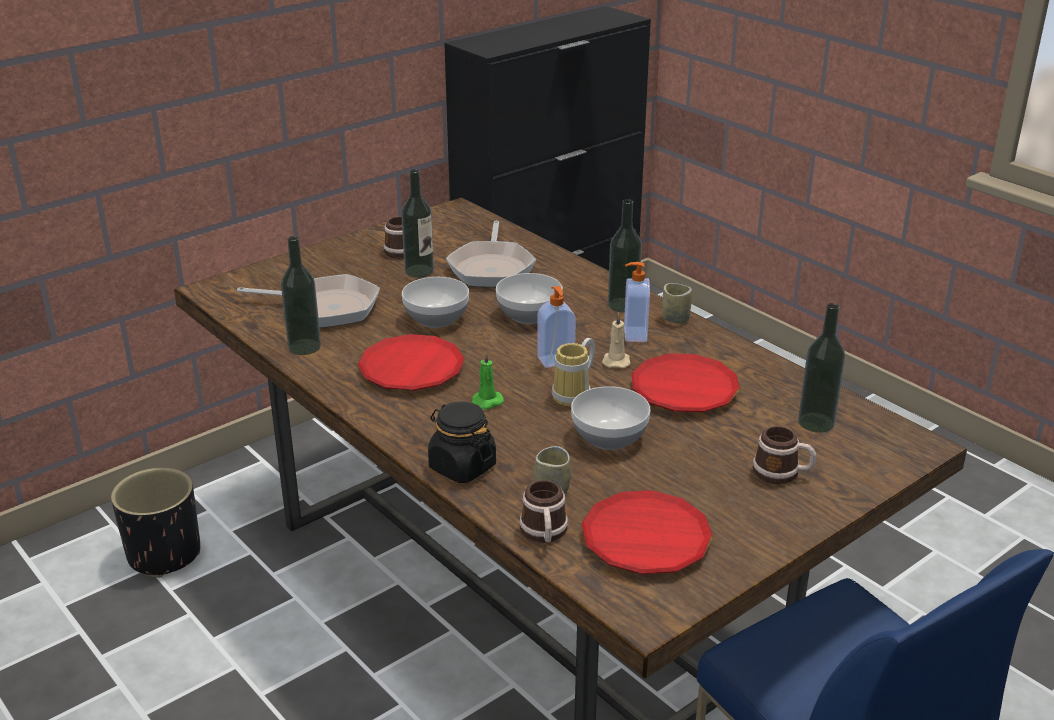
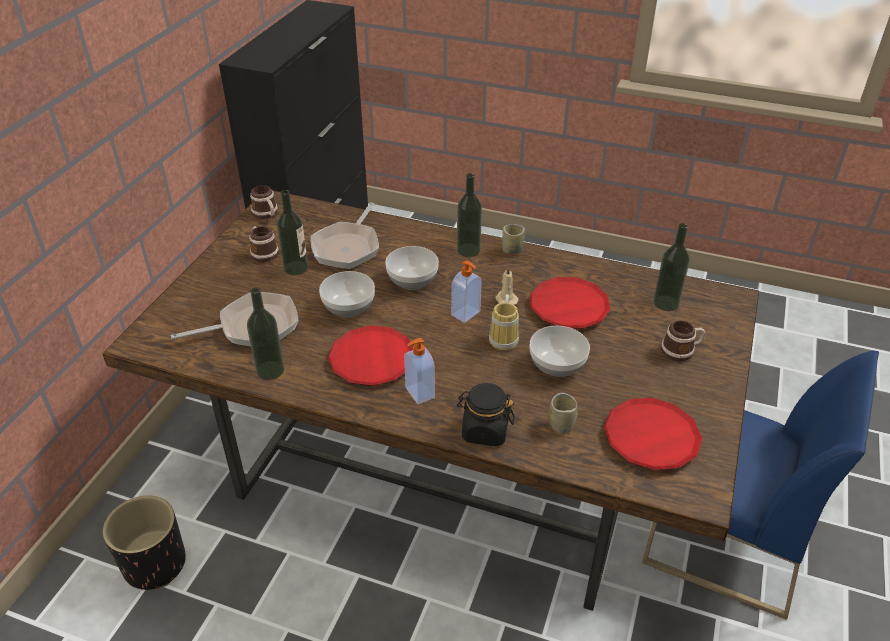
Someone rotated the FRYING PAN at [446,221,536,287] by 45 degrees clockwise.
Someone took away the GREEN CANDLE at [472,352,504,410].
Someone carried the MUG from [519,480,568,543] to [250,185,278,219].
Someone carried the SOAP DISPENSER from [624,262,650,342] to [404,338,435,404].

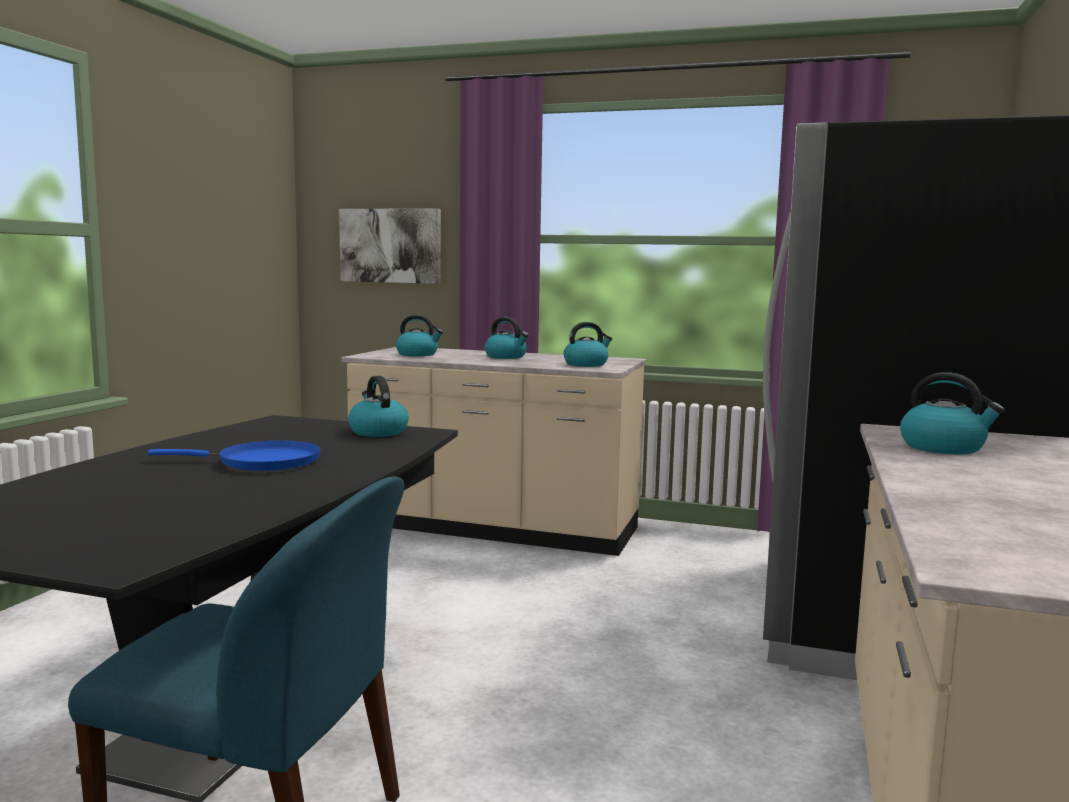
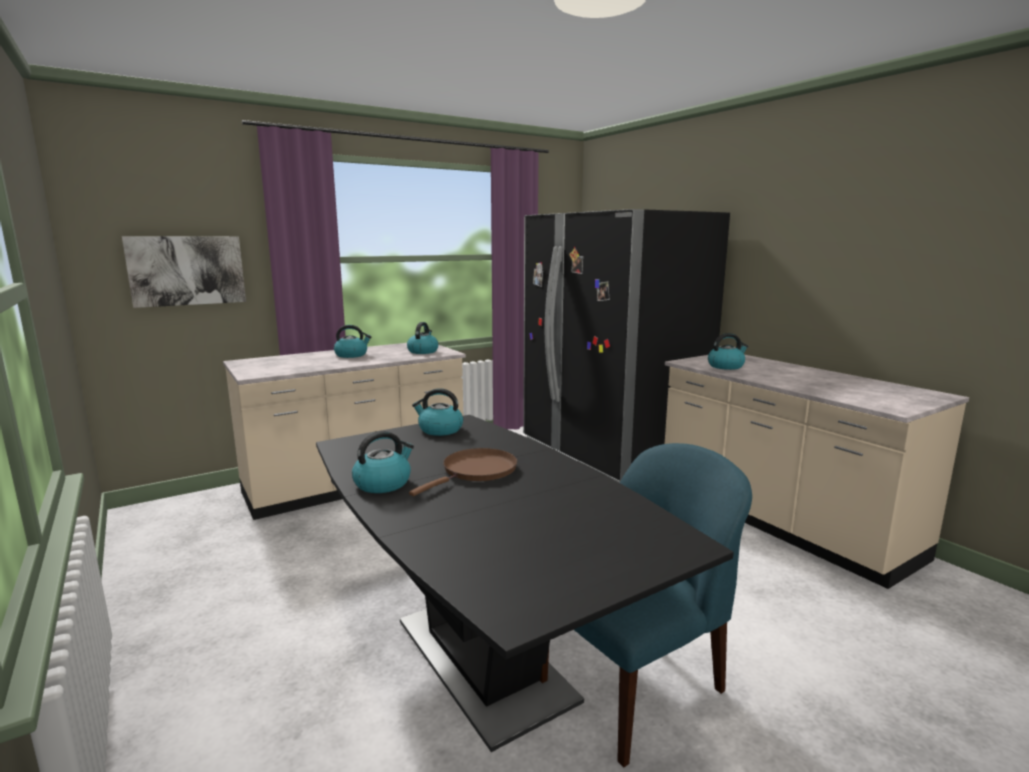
Someone repainted the BLUE FRYING PAN at [148,440,321,471], which became the BROWN FRYING PAN at [409,448,517,496].
Someone carried the KETTLE from [396,315,443,356] to [352,431,414,493].

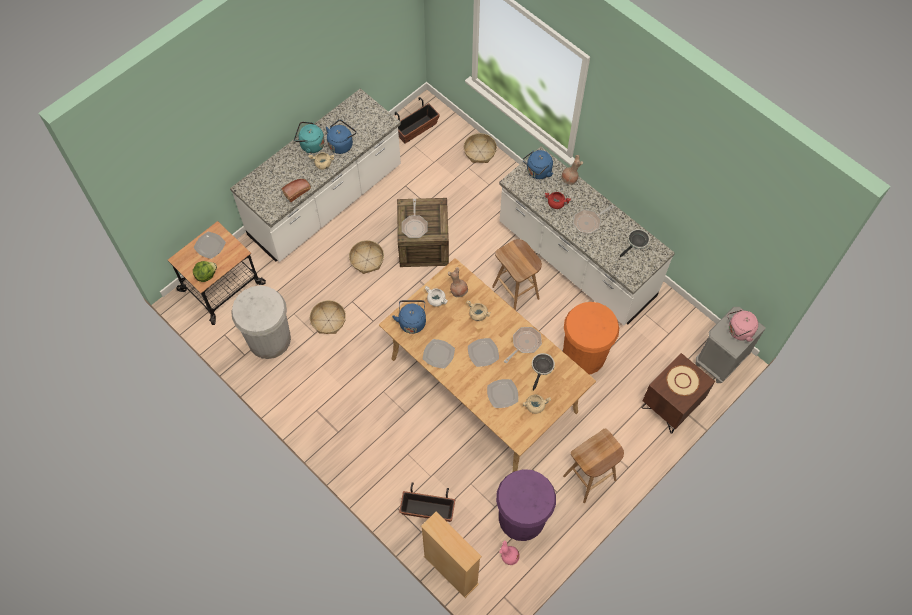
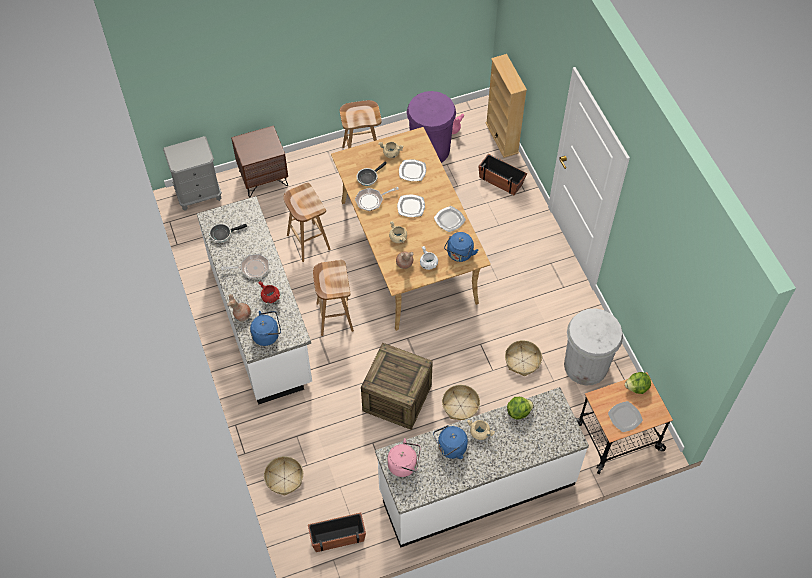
Someone swapped the BREAD at [282,179,311,202] for the LETTUCE at [507,397,534,420].
Someone took away the TURQUOISE KETTLE at [294,122,325,153].
Someone took away the FRYING PAN at [402,199,428,238].
Someone swapped the ORANGE TRASH CAN at [563,302,619,374] for the BROWN STOOL at [283,183,331,262].
Someone took away the BEIGE PLATE at [666,365,700,396].
Someone carried the PINK KETTLE from [728,309,758,342] to [387,438,420,477].

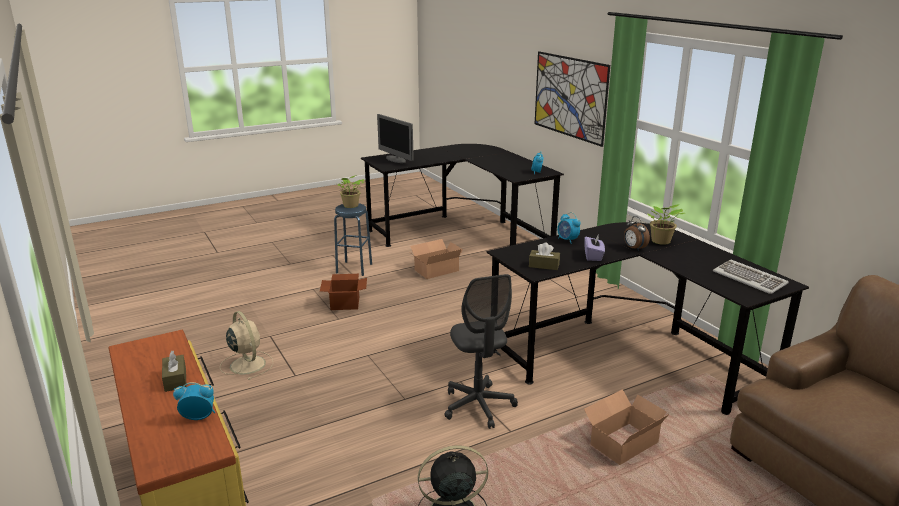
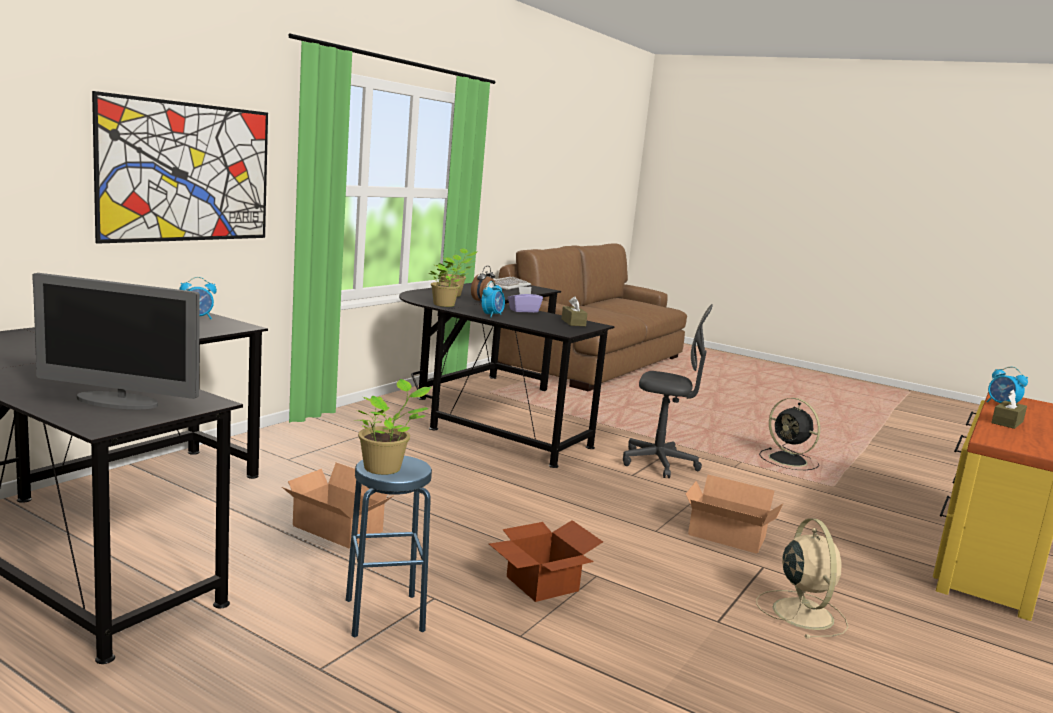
Someone rotated the BEIGE FAN at [220,311,273,380] by 150 degrees clockwise.
Someone rotated the MONITOR at [377,114,414,163] by 75 degrees clockwise.
Someone rotated the GREY OFFICE CHAIR at [444,274,518,429] by 60 degrees clockwise.
Someone carried the CARDBOARD BOX from [584,389,669,465] to [686,475,784,554].
Someone put down the POTTED PLANT at [429,255,472,307].

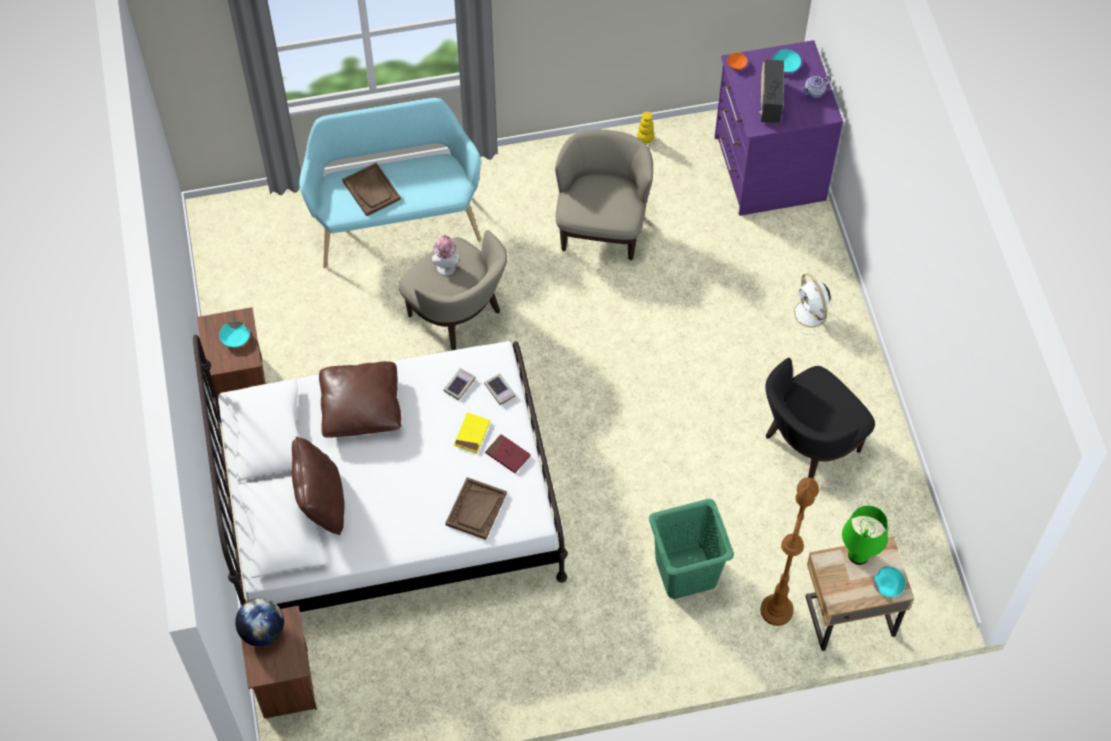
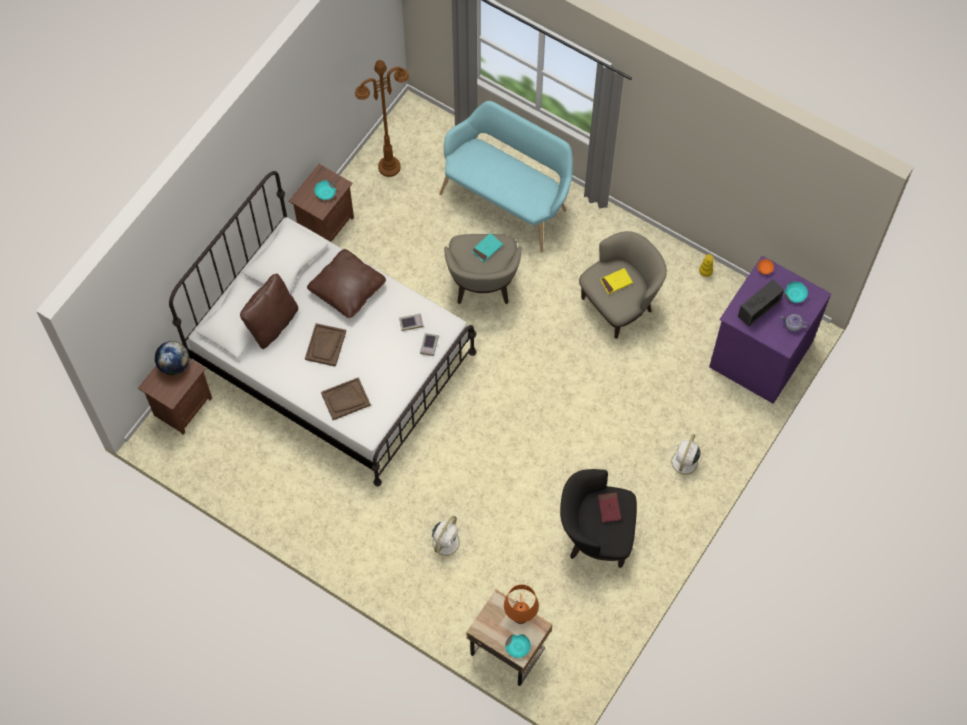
Someone carried the BROWN TRAY from [342,162,401,216] to [305,323,346,367].
Someone swapped the HAT at [432,235,459,275] for the TURQUOISE BOOK at [471,233,503,262].
Someone carried the YELLOW BOOK from [454,412,490,453] to [600,268,633,294].
Someone carried the RED BOOK from [485,434,531,473] to [598,492,621,522].
Someone swapped the GREEN LAUNDRY BASKET at [649,499,734,599] for the WHITE FAN at [428,516,466,562].
Someone carried the BROWN FLOOR LAMP from [760,477,819,626] to [355,60,409,177].
Someone repainted the GREEN TABLE LAMP at [842,506,888,565], which became the ORANGE TABLE LAMP at [504,584,539,624].

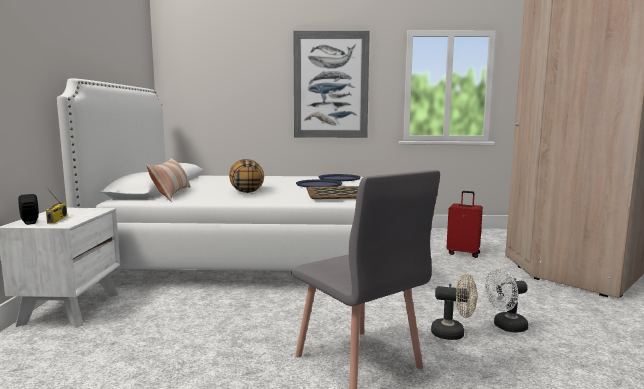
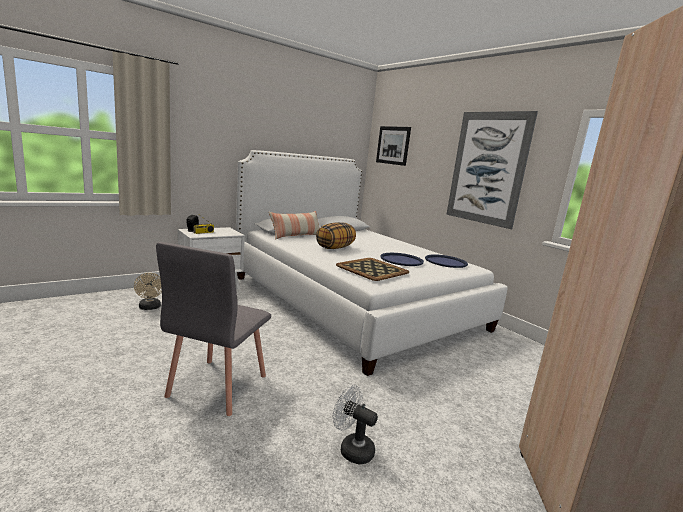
Someone carried the BEIGE FAN from [431,274,477,340] to [134,273,162,310].
Someone took away the RED SUITCASE at [446,191,483,258].
Someone put up the PICTURE at [376,126,411,166].

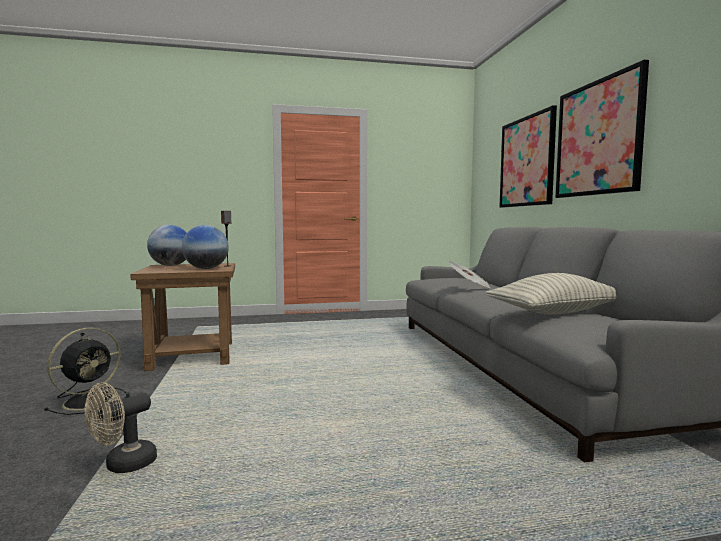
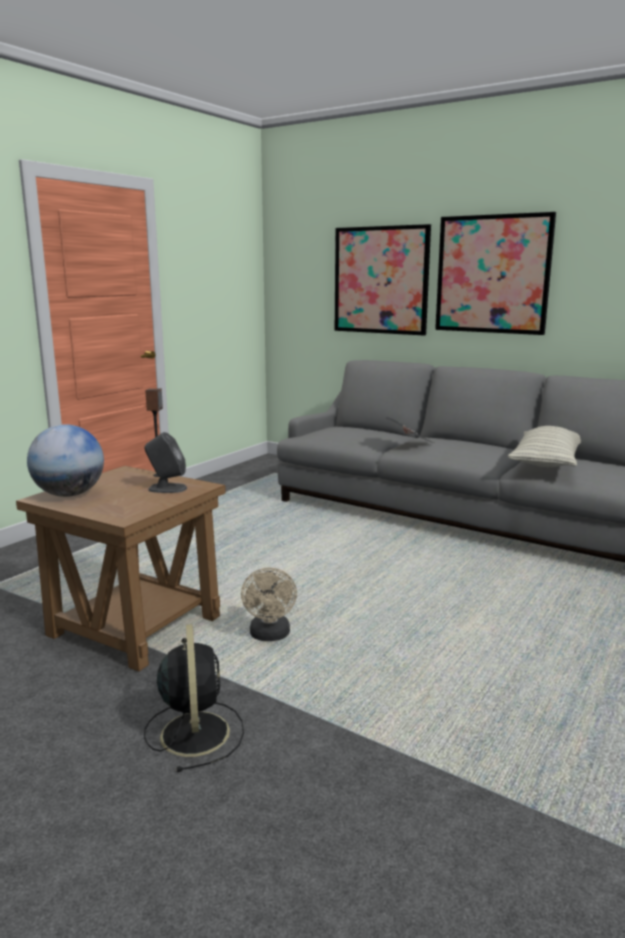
Someone carried the BEIGE FAN from [85,382,157,473] to [241,567,297,641].
Someone swapped the GLOBE at [182,225,229,269] for the GREY SPEAKER at [144,432,187,493].

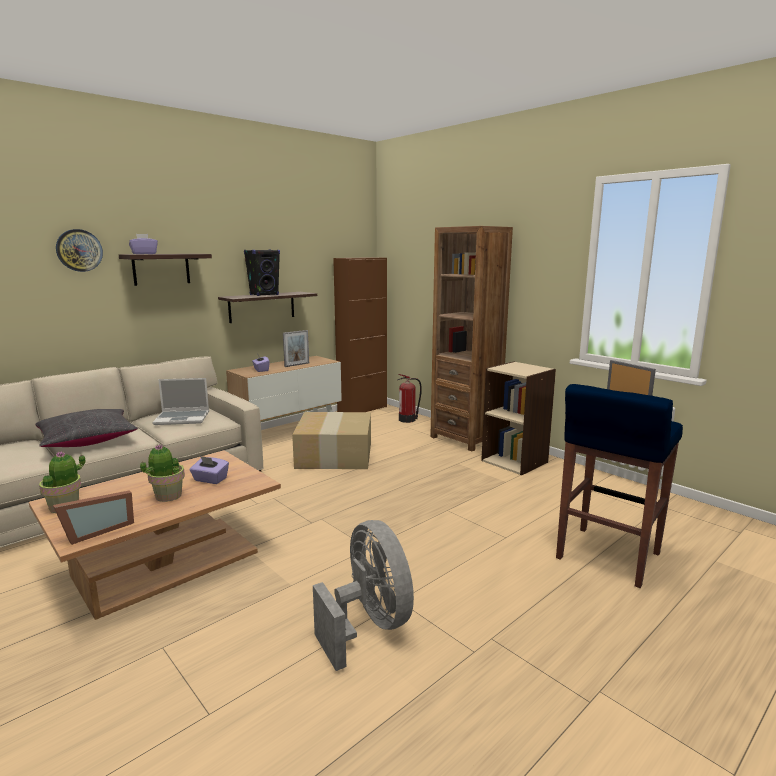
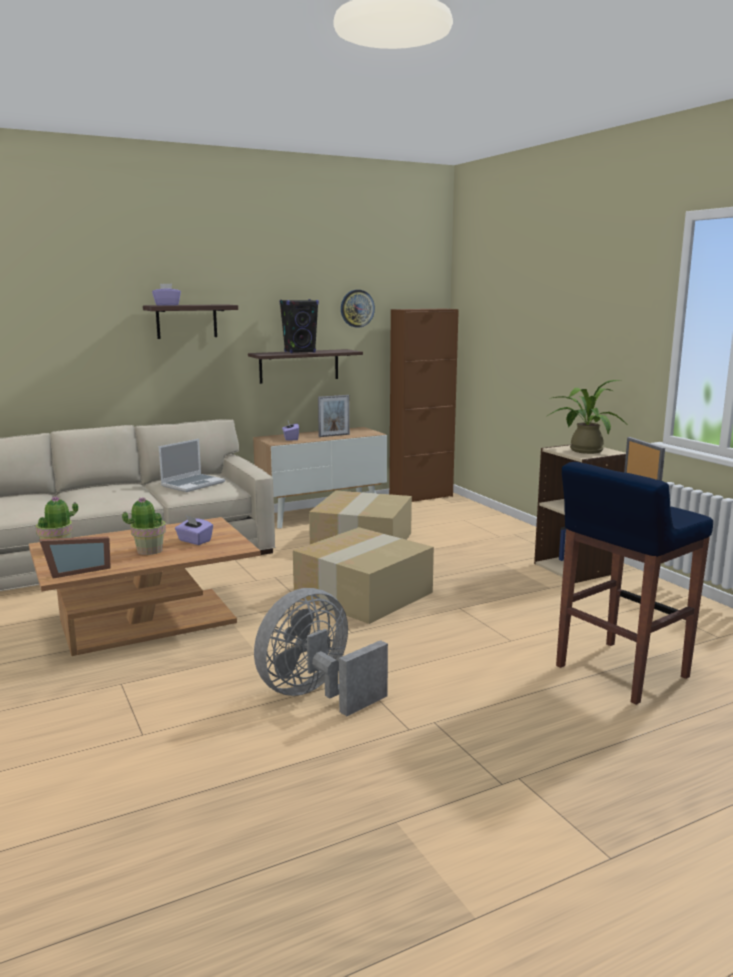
Someone took away the BLACK PILLOW at [35,409,138,447].
Someone carried the WALL CLOCK from [56,229,103,272] to [341,290,375,328].
Someone rotated the LAPTOP at [152,378,209,425] by 60 degrees counterclockwise.
Someone rotated the GREY FAN at [313,520,414,671] by 120 degrees counterclockwise.
Someone took away the FIRE EXTINGUISHER at [397,374,422,423].
Someone took away the BROWN BOOKCASE at [430,226,513,452].
Someone put down the CARDBOARD BOX at [293,527,434,624].
Someone put down the POTTED PLANT at [547,380,629,454].

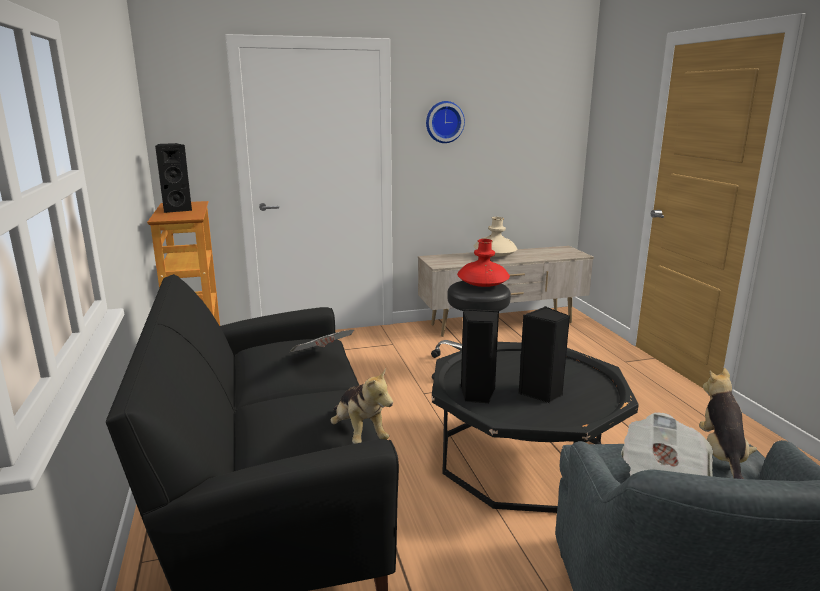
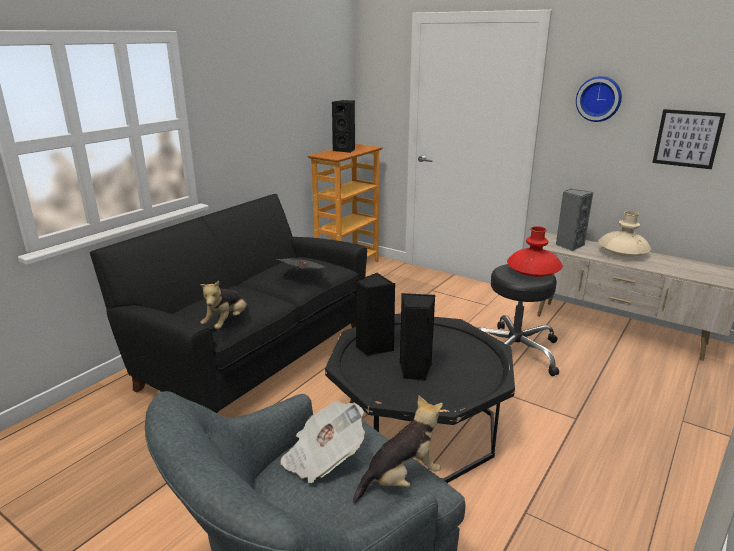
Someone put down the GREY SPEAKER at [556,189,593,251].
Someone put up the PICTURE at [652,109,726,169].

